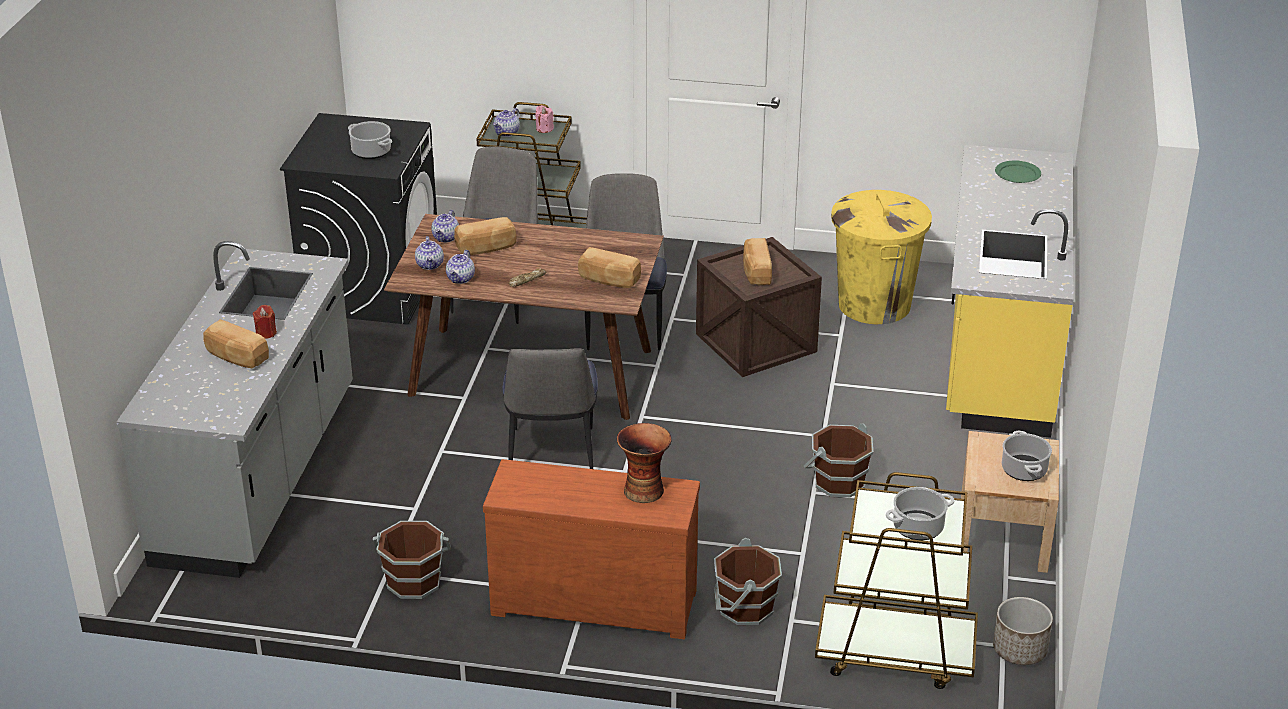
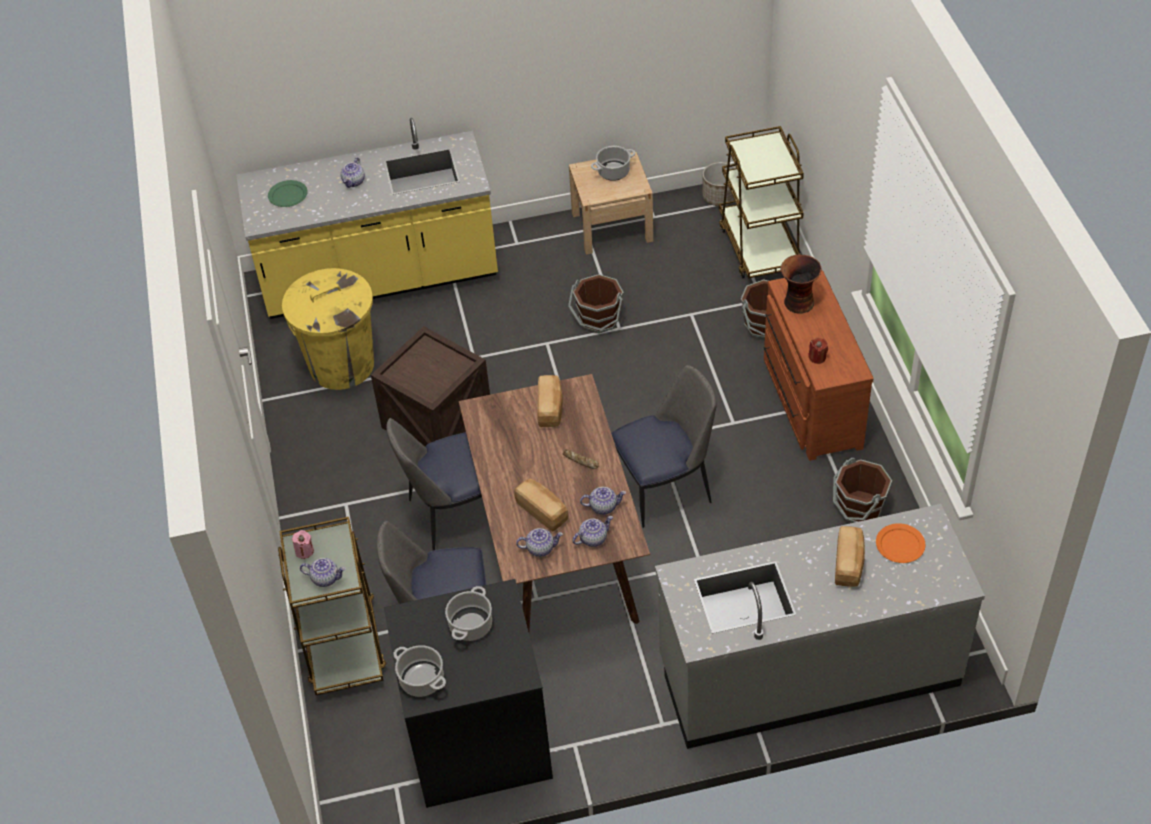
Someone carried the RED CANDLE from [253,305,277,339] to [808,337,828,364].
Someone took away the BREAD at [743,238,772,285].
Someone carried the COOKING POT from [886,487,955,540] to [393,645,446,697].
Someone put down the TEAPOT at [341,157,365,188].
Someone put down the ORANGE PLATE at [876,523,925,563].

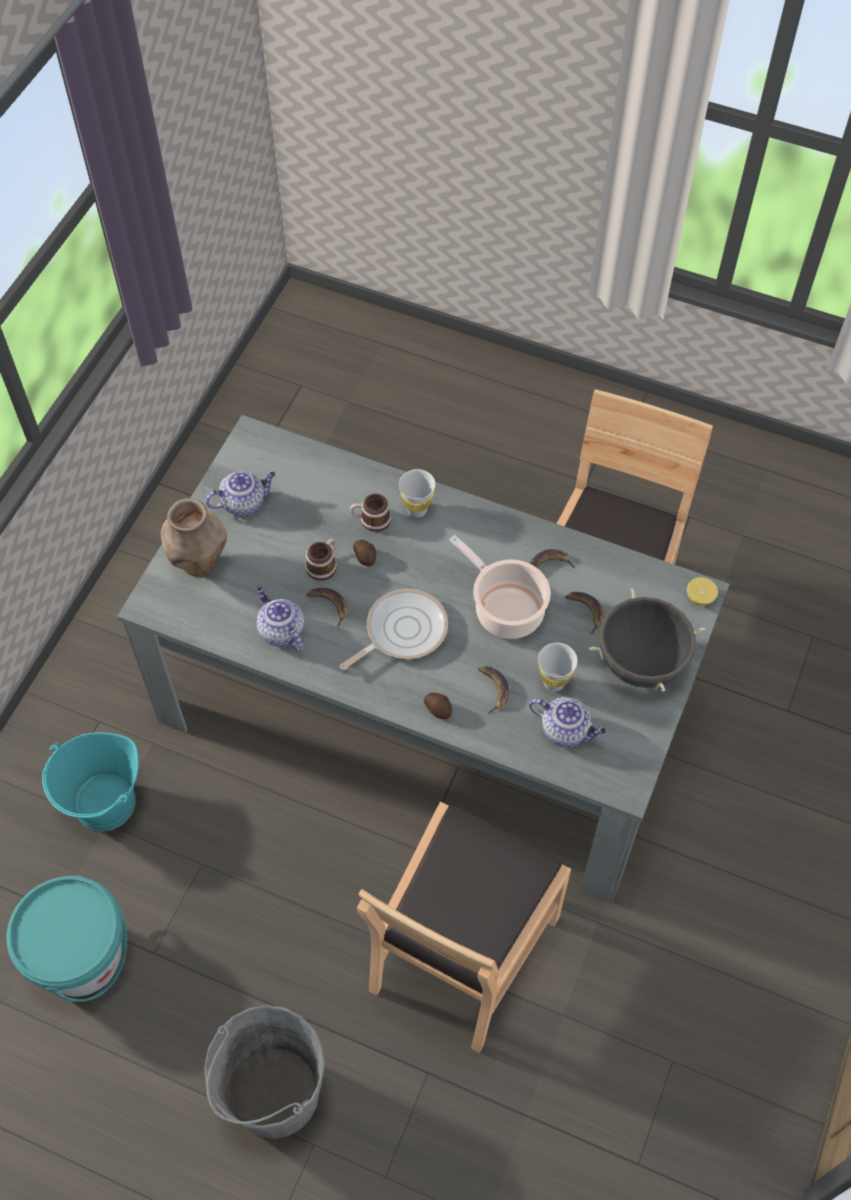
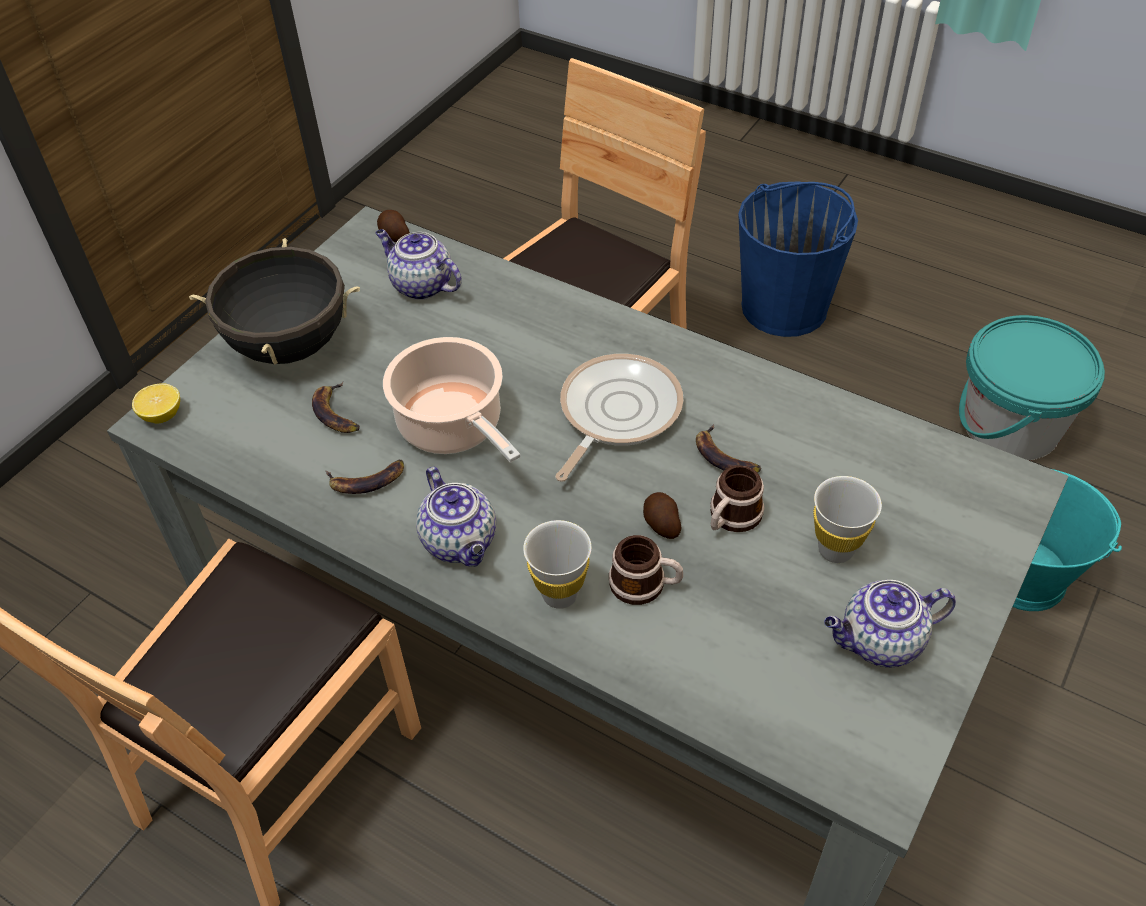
Someone took away the BROWN VASE at [161,498,227,577].
Someone repainted the GREY BUCKET at [204,1005,325,1139], which became the BLUE BUCKET at [738,182,858,337].
Someone carried the TEAPOT from [257,587,304,651] to [416,467,496,567].
Someone rotated the FRYING PAN at [340,588,448,670] by 150 degrees clockwise.
Someone carried the POTATO from [424,693,452,719] to [377,210,410,242].
Someone took away the BANANA at [478,666,509,714].
Someone carried the WHITE CUP from [538,643,578,691] to [813,476,882,563].

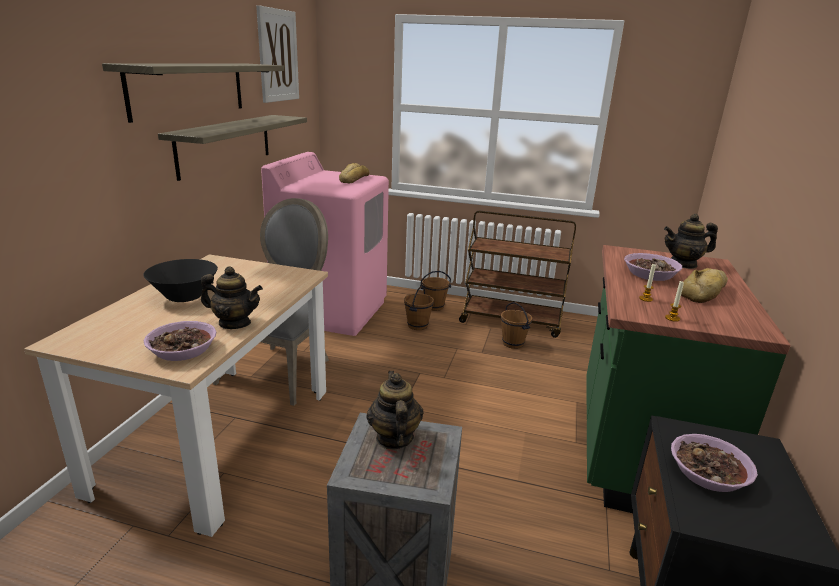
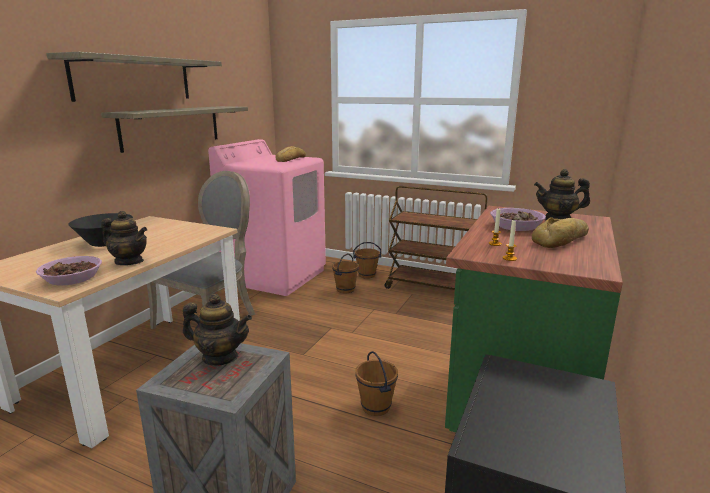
Someone took away the PICTURE at [256,5,299,103].
Someone rotated the TEAPOT at [366,371,424,450] by 105 degrees clockwise.
Someone carried the BROWN BUCKET from [501,302,532,349] to [355,351,398,416].
Someone took away the BOWL at [671,434,758,492].

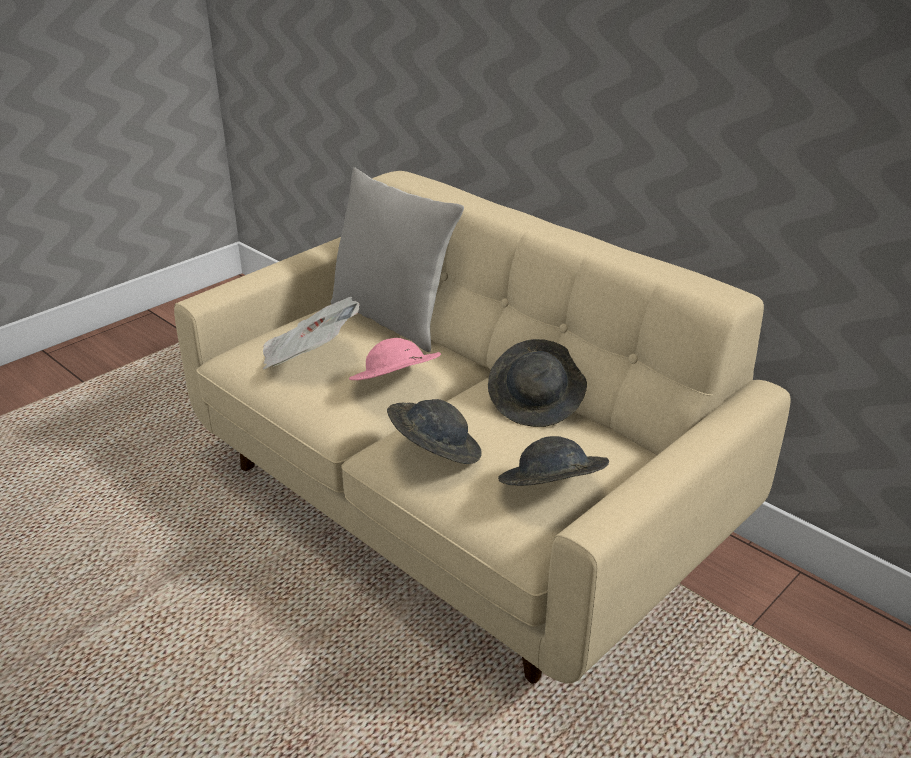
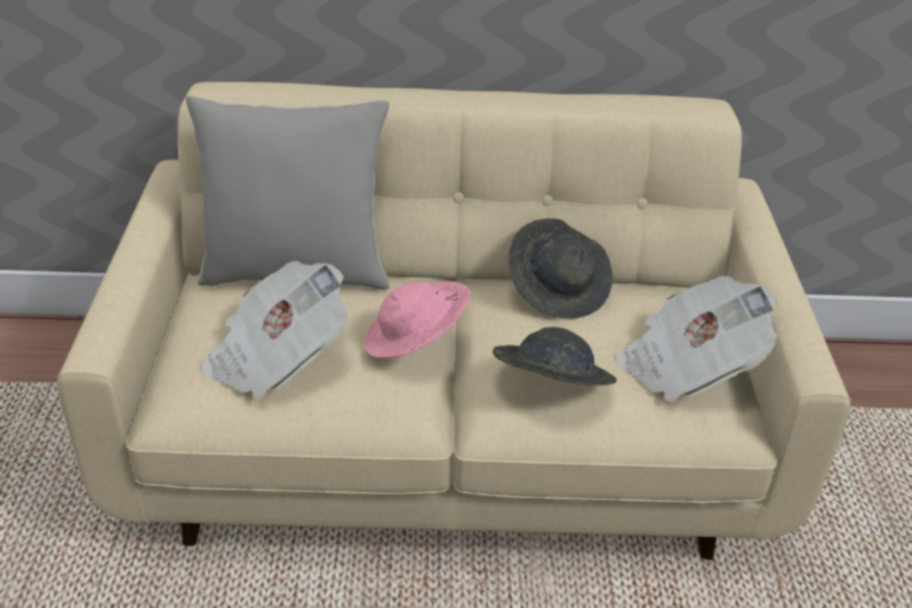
Someone swapped the GREY HAT at [498,436,609,486] for the NEWSPAPER at [616,276,778,402].

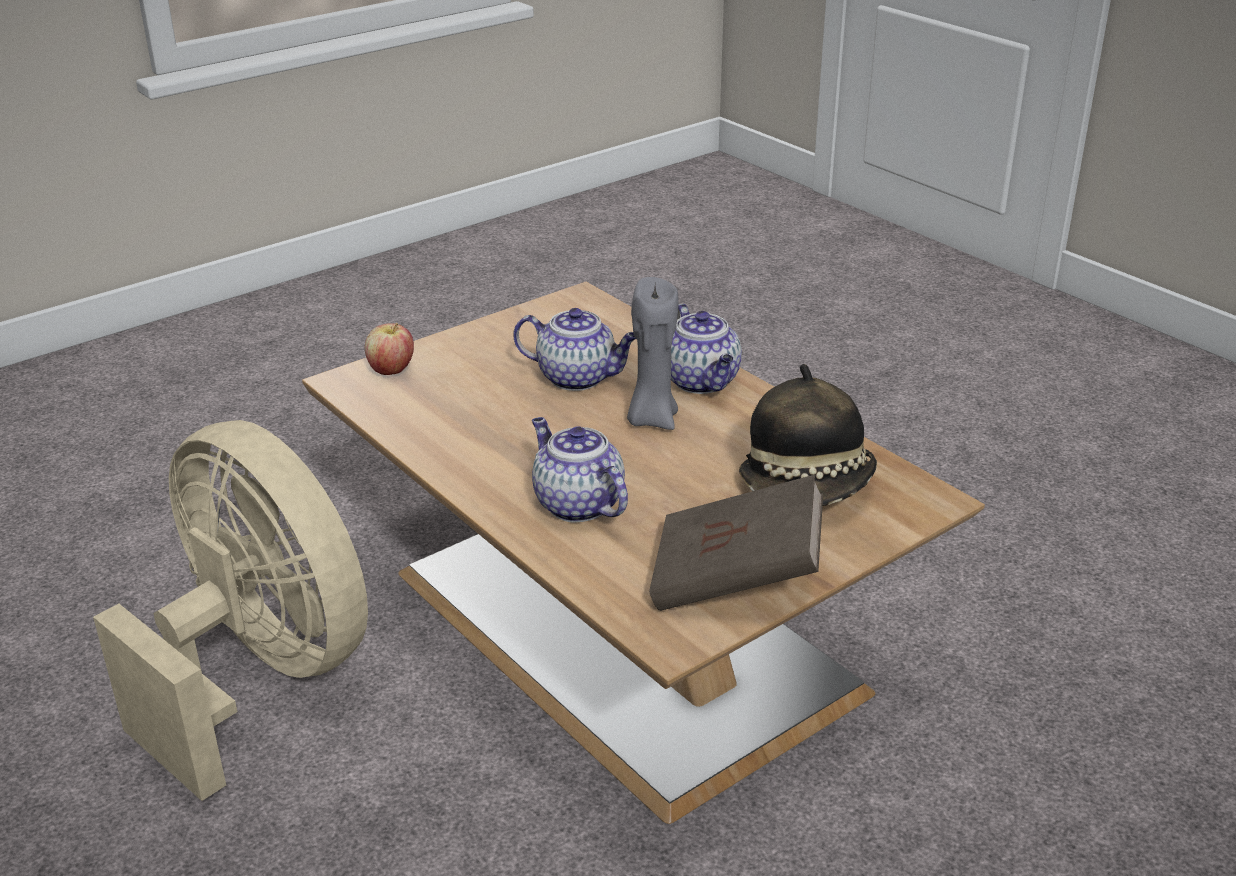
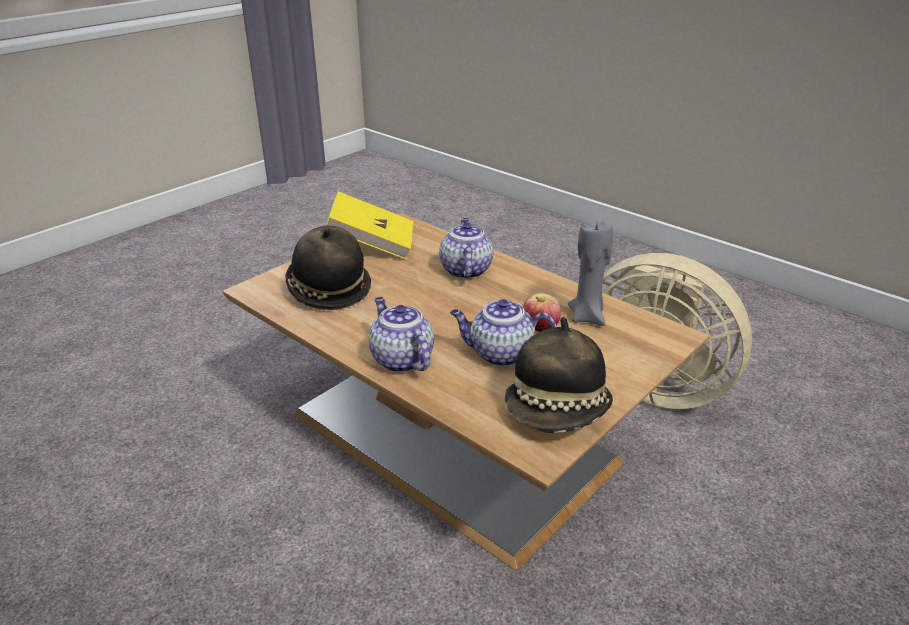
Someone carried the APPLE from [365,323,414,375] to [523,293,561,332].
Someone rotated the TEAPOT at [532,417,628,522] by 135 degrees counterclockwise.
Someone carried the GREY CANDLE from [627,277,678,430] to [568,219,613,326].
Someone repainted the BROWN BOOK at [649,475,823,611], which became the YELLOW BOOK at [326,191,413,260].
Someone put down the HAT at [505,317,613,433].

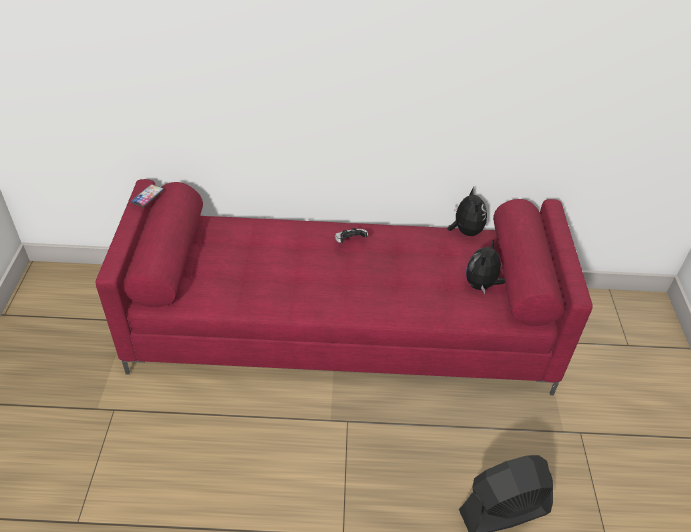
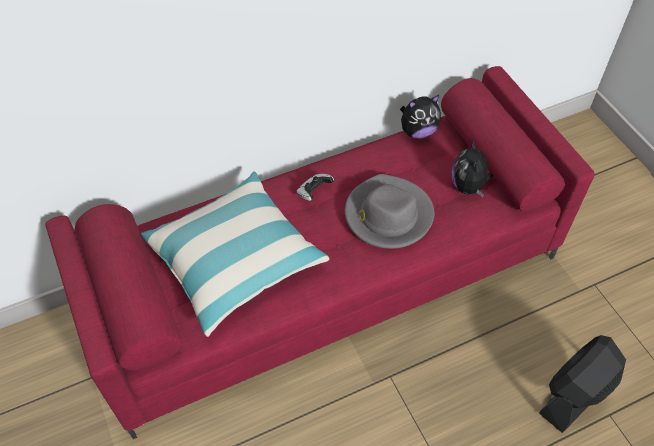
Someone took away the PHONE at [131,184,164,207].
Someone rotated the PLUSH TOY at [447,187,487,236] by 105 degrees clockwise.
Someone put down the PILLOW at [141,171,329,337].
Someone put down the GREY HAT at [345,174,434,249].

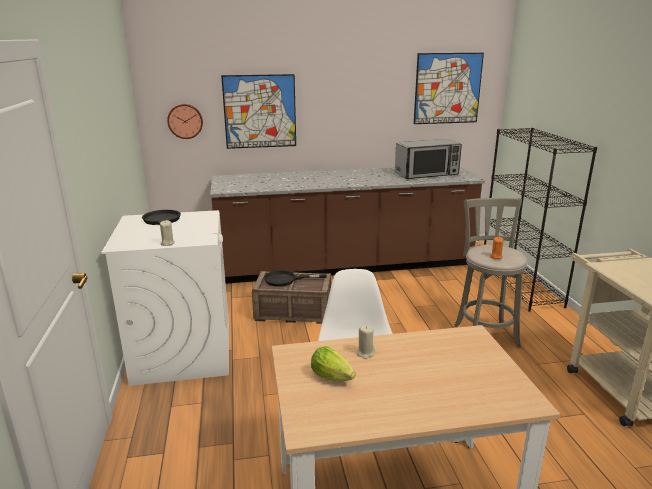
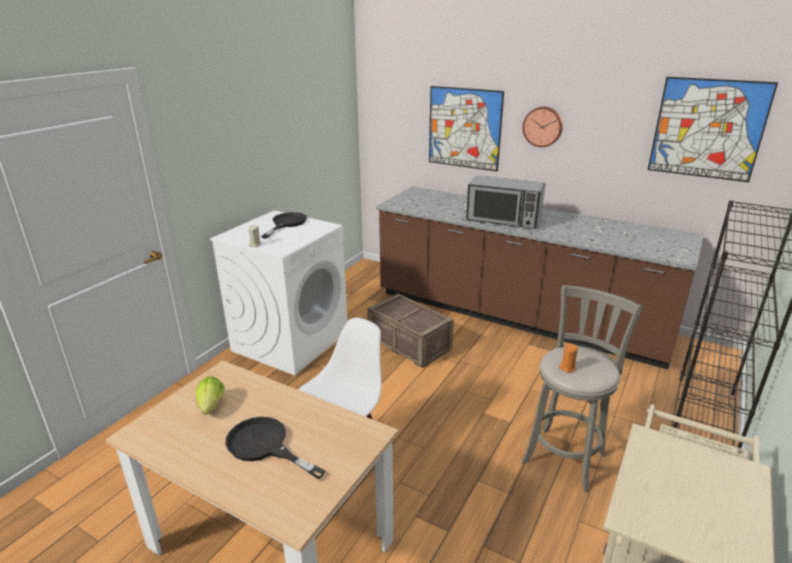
Someone carried the WALL CLOCK from [167,104,203,139] to [523,107,563,147].
Someone carried the BLACK FRYING PAN from [264,270,327,287] to [225,417,326,479].
Someone took away the BEIGE CANDLE at [357,326,375,359].
Someone carried the MICROWAVE from [395,139,462,179] to [466,176,545,229].

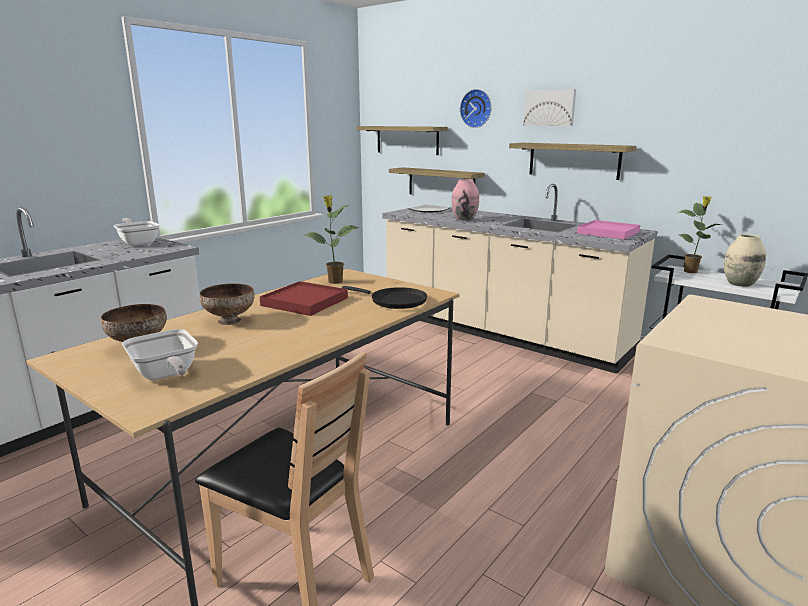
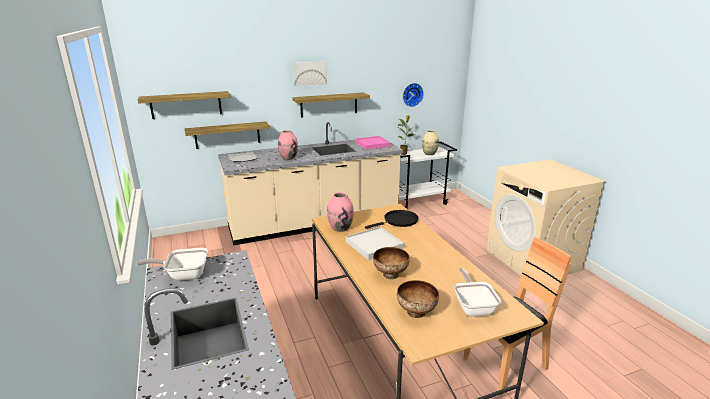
Someone rotated the FRYING PAN at [122,329,198,380] by 90 degrees counterclockwise.
Someone repainted the RED TRAY at [260,281,348,316], which became the WHITE TRAY at [346,227,404,260].
Someone swapped the POTTED PLANT at [304,195,360,284] for the PINK VASE at [327,192,354,232].
Someone carried the WALL CLOCK from [460,89,492,128] to [403,83,424,107].

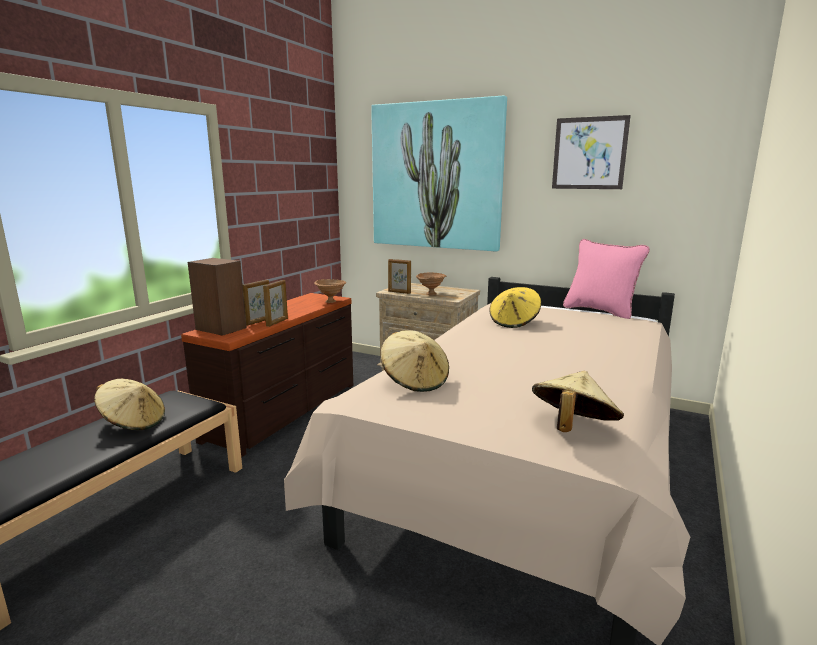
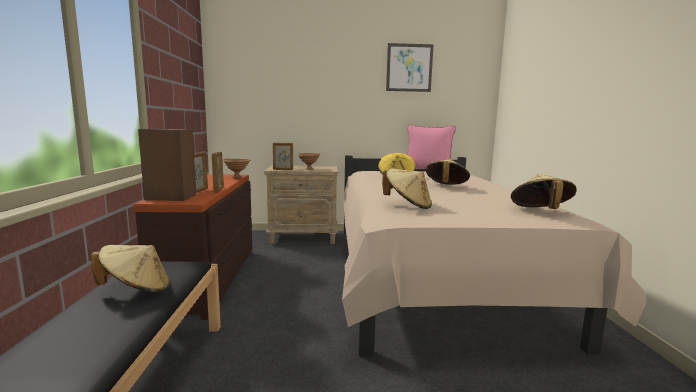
Someone took away the PICTURE at [371,96,507,251].
Someone put down the BEIGE HAT at [426,159,470,185].

